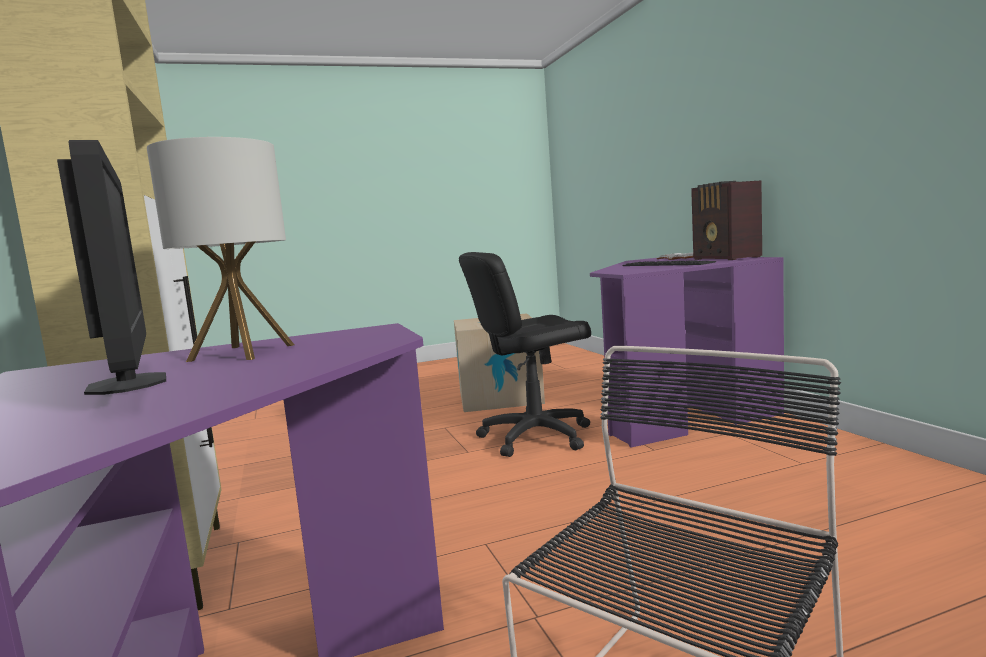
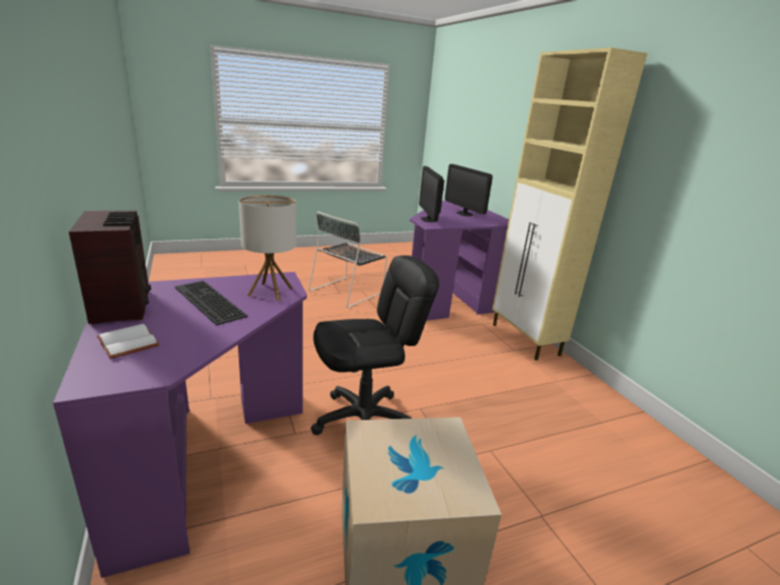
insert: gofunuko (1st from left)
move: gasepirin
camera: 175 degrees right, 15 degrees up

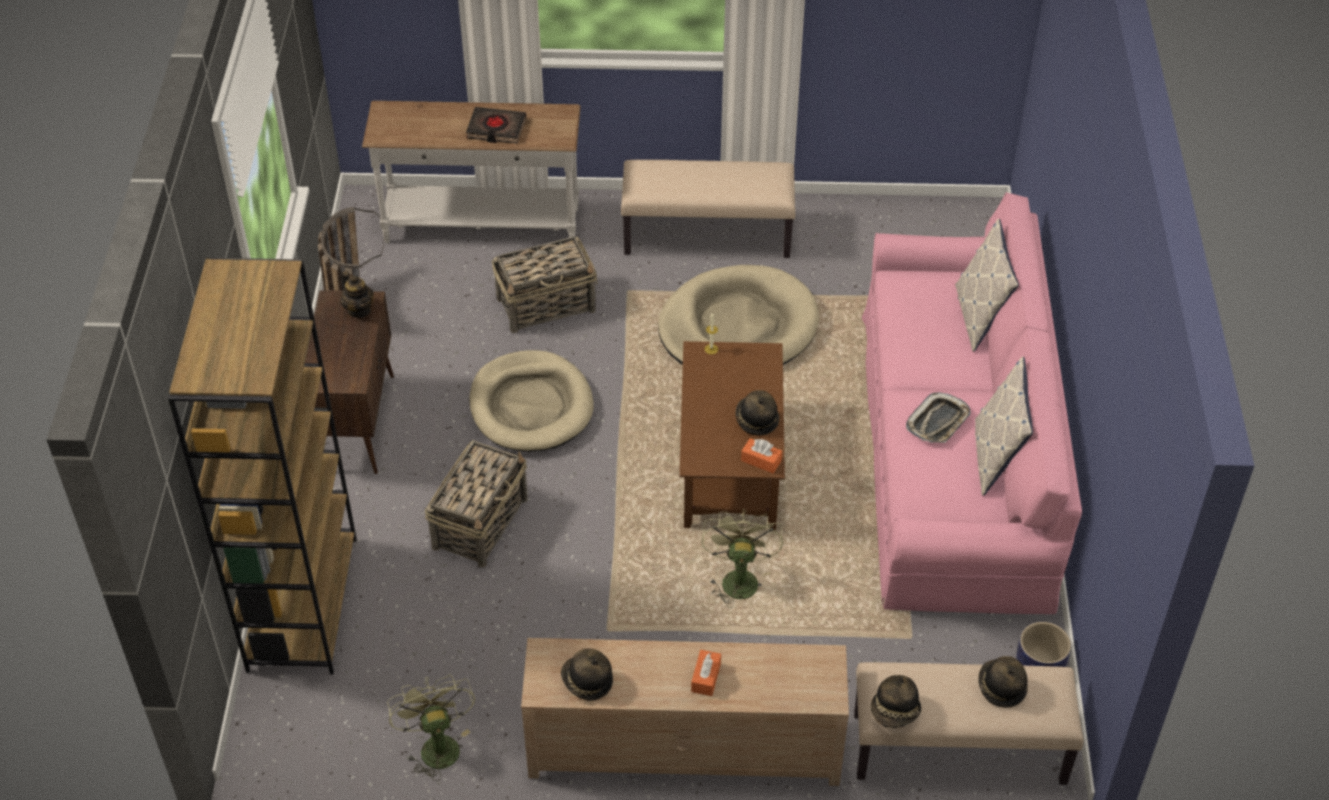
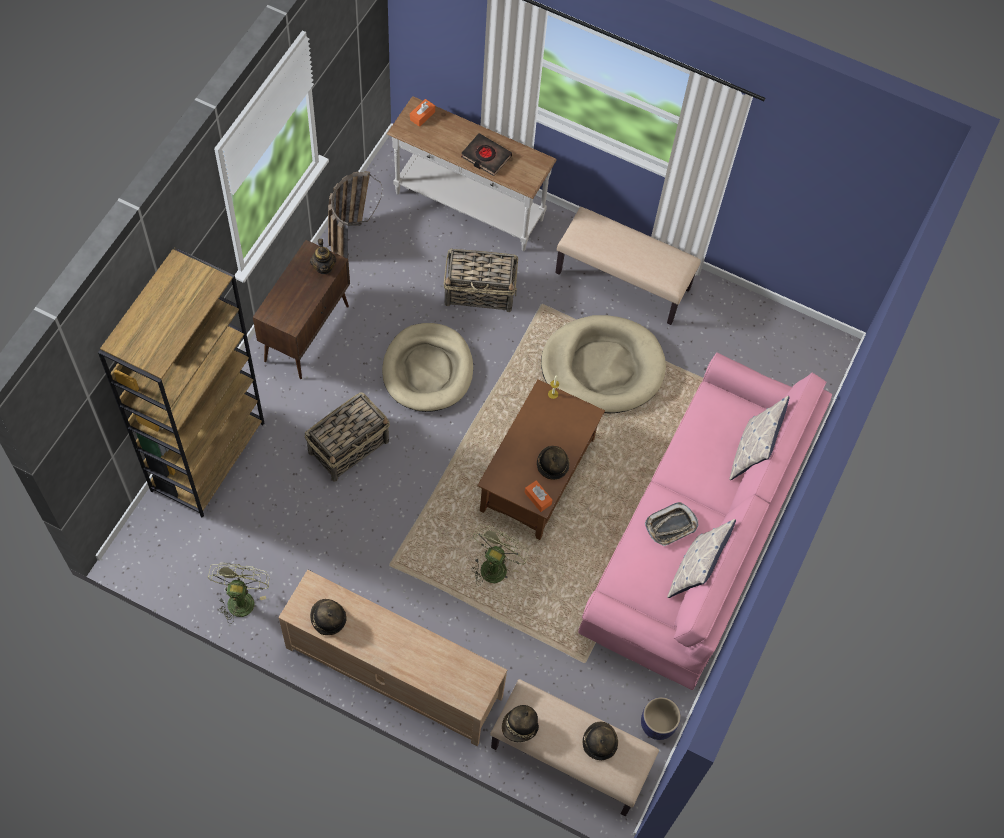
move: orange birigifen (1st from left)
camera: 20 degrees right, 15 degrees up

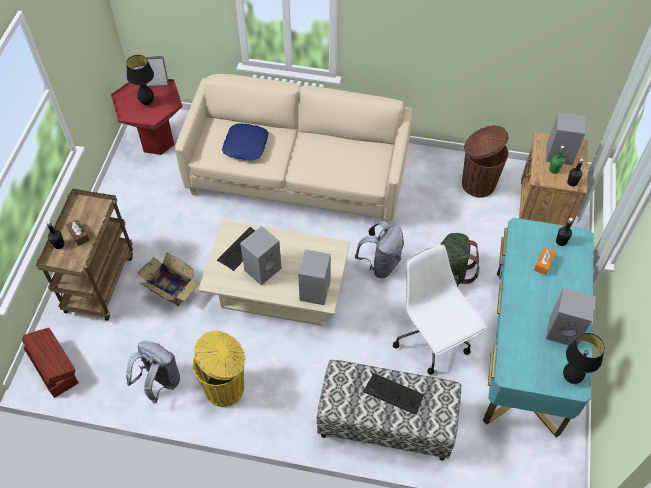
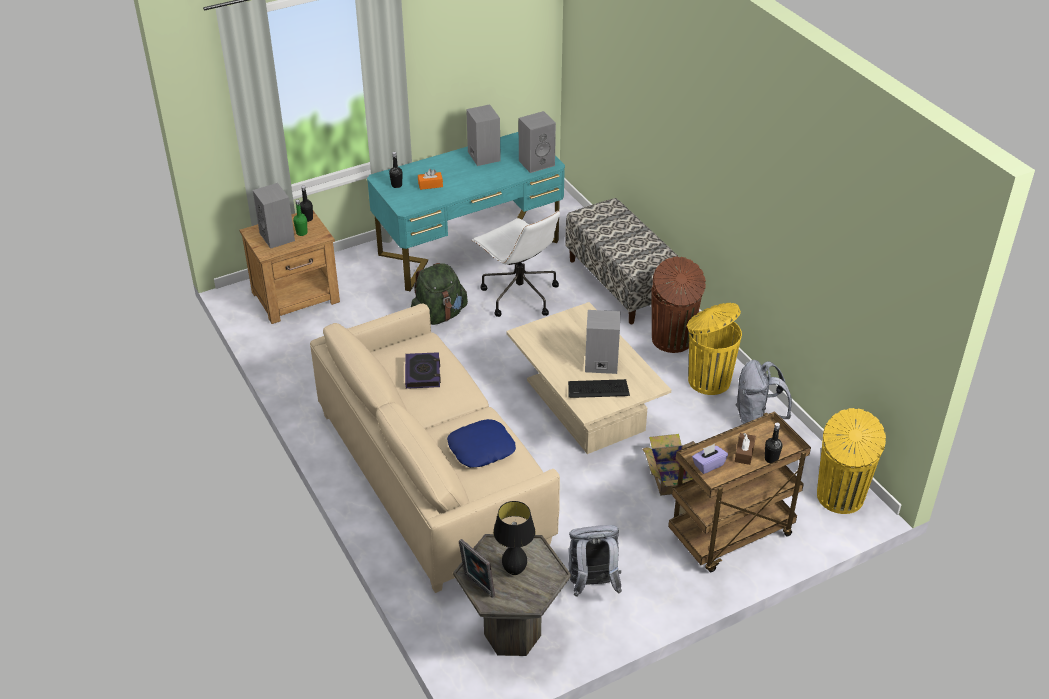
delete: black gasepirin (2nd from left); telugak (2nd from left)
insert: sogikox; purple birigifen
move: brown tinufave; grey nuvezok (2nd from left in the first image) to grey nuvezok (1st from left); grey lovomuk (2nd from left in the first image) to grey lovomuk (3rd from left)
replace: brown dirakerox to yellow tinufave (2nd from left)
recolor: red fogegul to grey fogegul
rotate: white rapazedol 60 degrees counterclockwise
camera: 130 degrees left, 15 degrees down

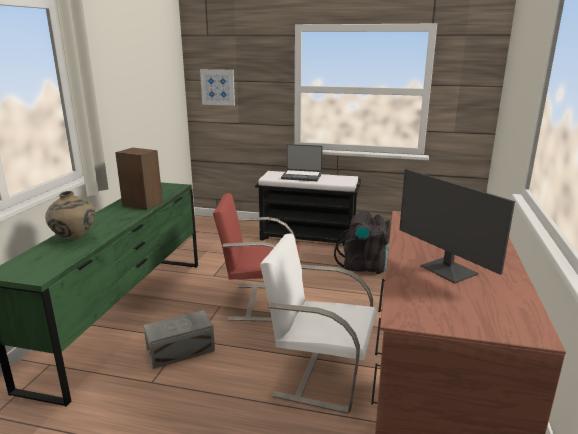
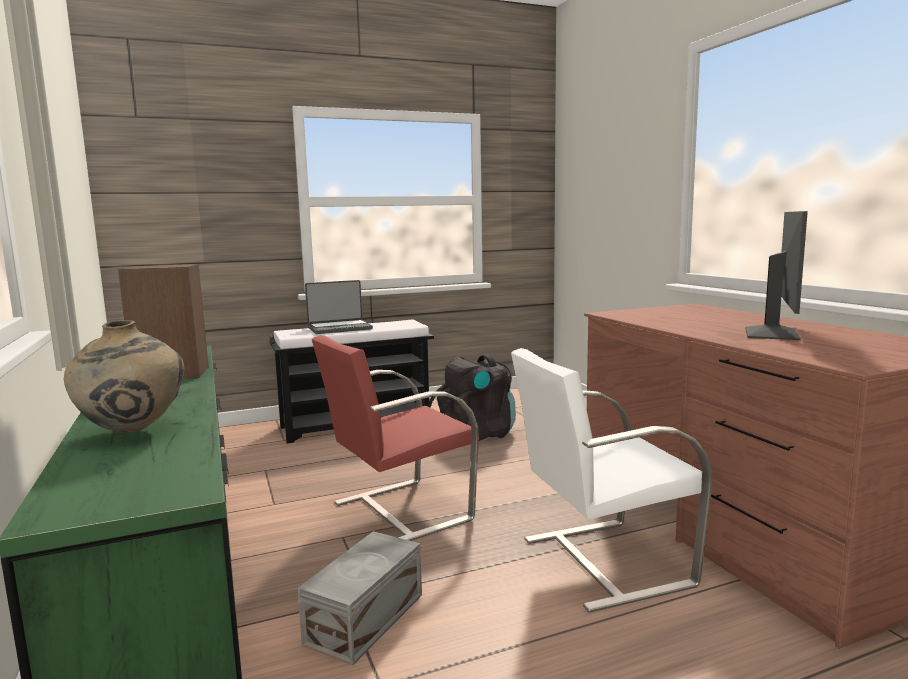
delete: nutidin
rotate: gofunuko 90 degrees counterclockwise
camera: 35 degrees left, 10 degrees down

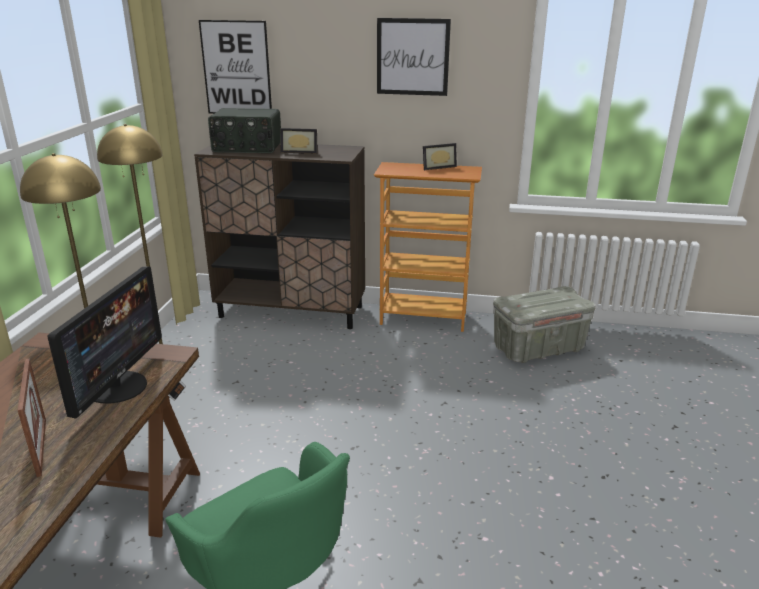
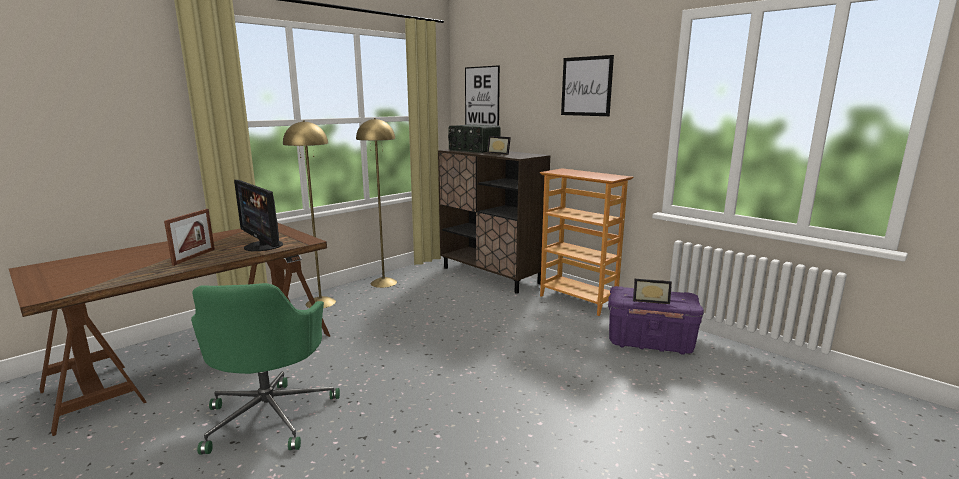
move: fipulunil (3rd from left)
recolor: grey dirakerox to purple dirakerox
rotate: gofunuko 90 degrees clockwise
camera: 35 degrees right, 10 degrees down

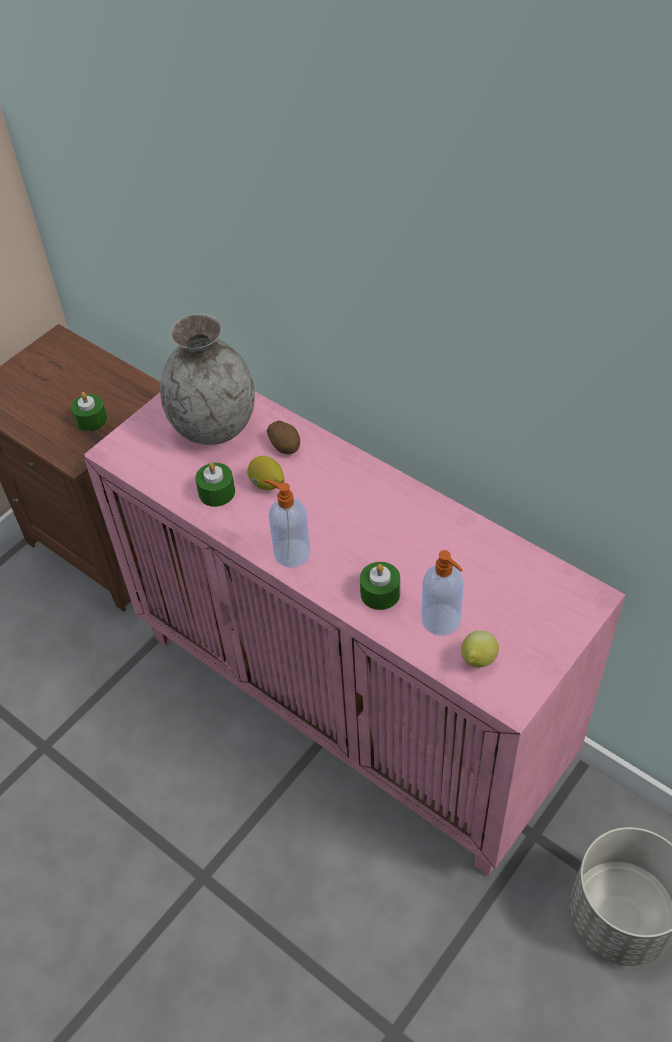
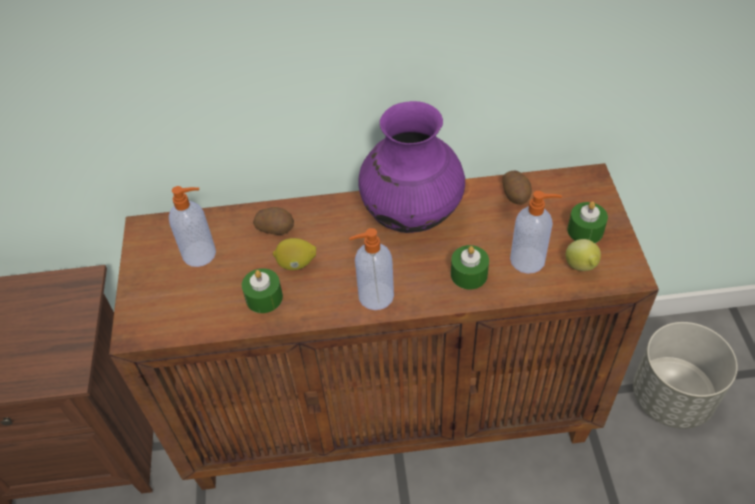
insert: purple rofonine; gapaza (2nd from left)
move: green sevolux (1st from left in the first image) to green sevolux (3rd from left)
replace: grey rofonine to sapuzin (1st from left)
recolor: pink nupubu to brown nupubu
camera: 45 degrees left, 0 degrees up

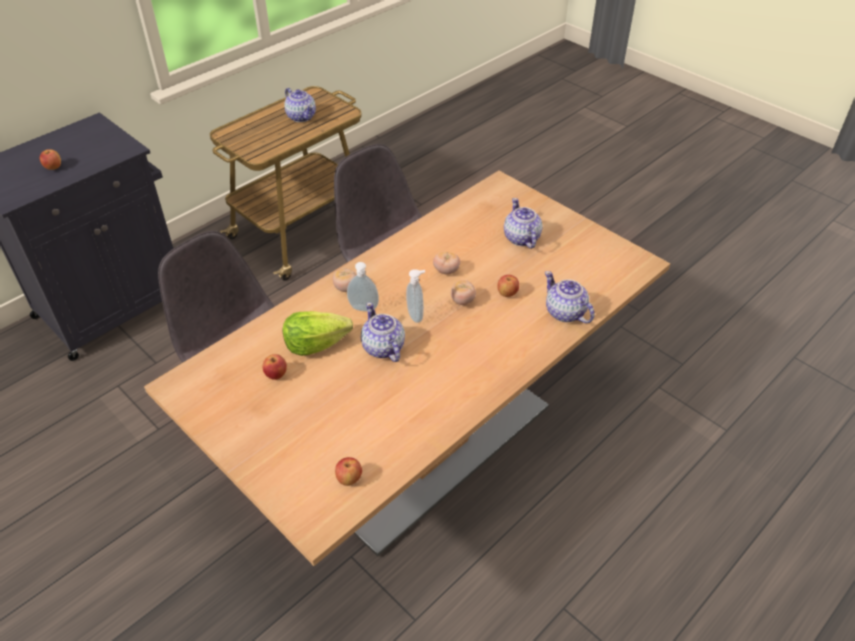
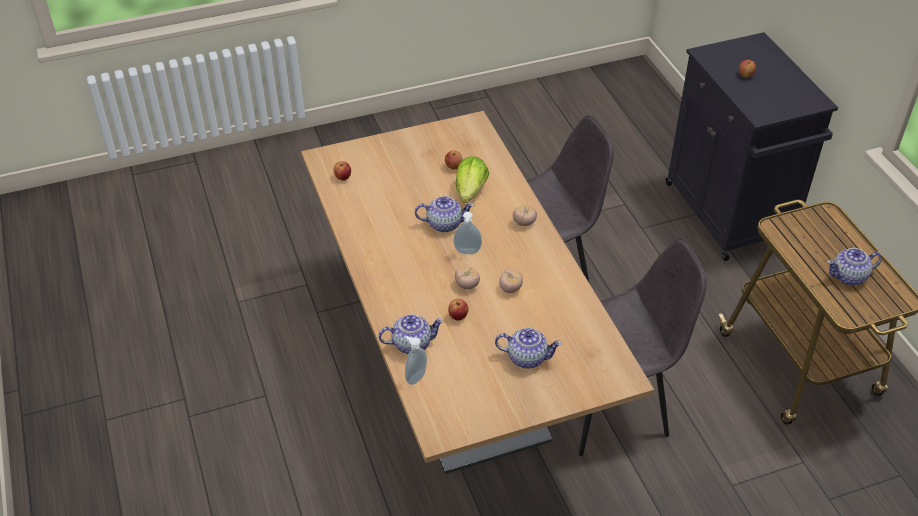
move: sapuzin (1st from left)
camera: 115 degrees right, 0 degrees up

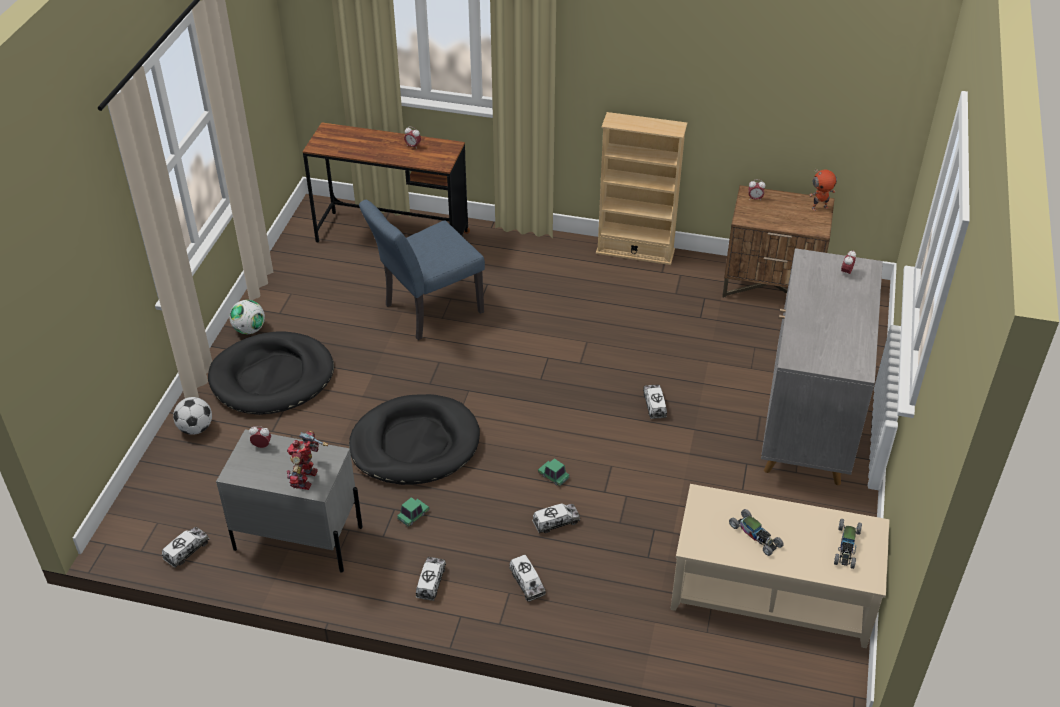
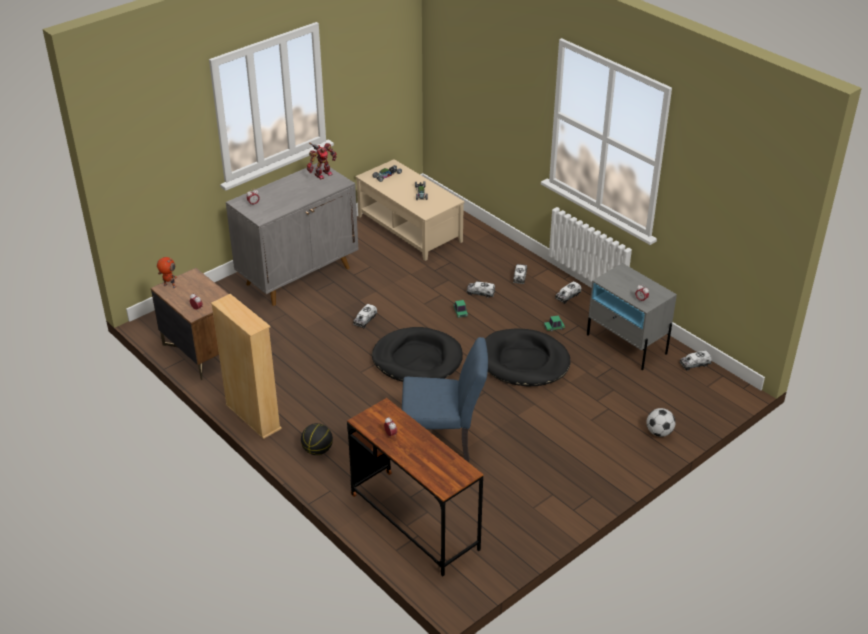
delete: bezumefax (2nd from left)
insert: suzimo
move: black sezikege (1st from left); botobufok (1st from left in the first image) to botobufok (2nd from left)
camera: 145 degrees left, 5 degrees down

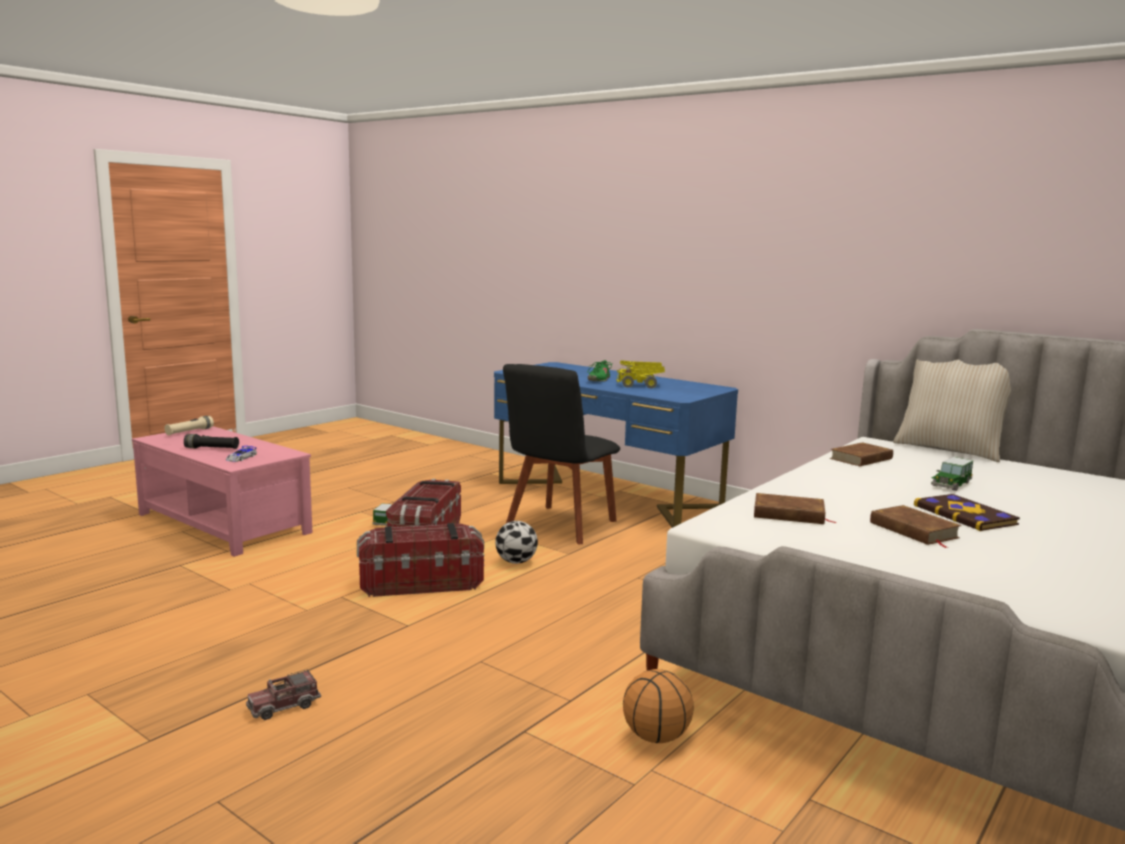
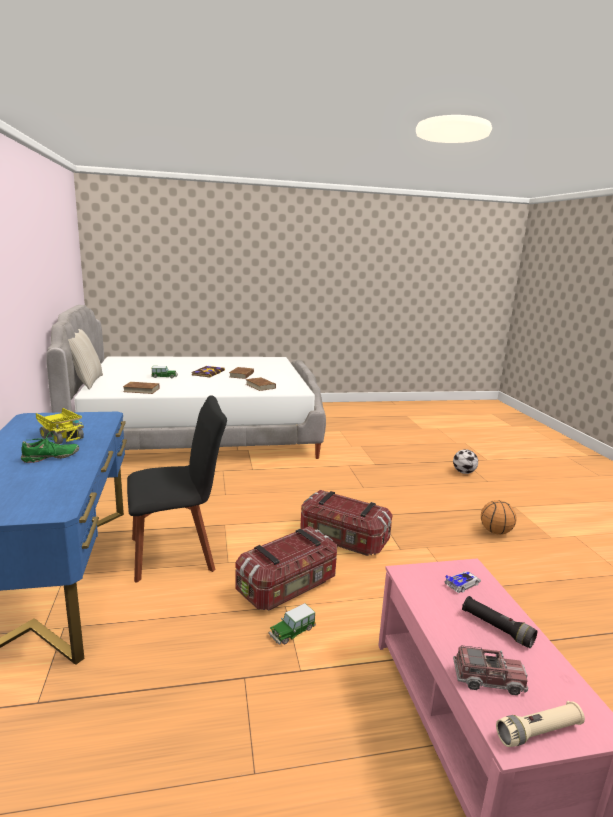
move: bezumefax; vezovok (1st from left in the first image) to vezovok (2nd from left); suzimo
camera: 140 degrees left, 5 degrees up

